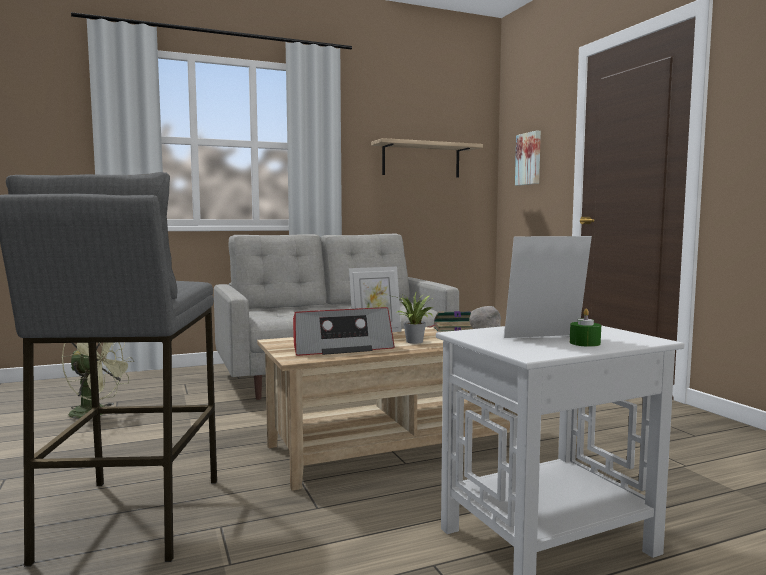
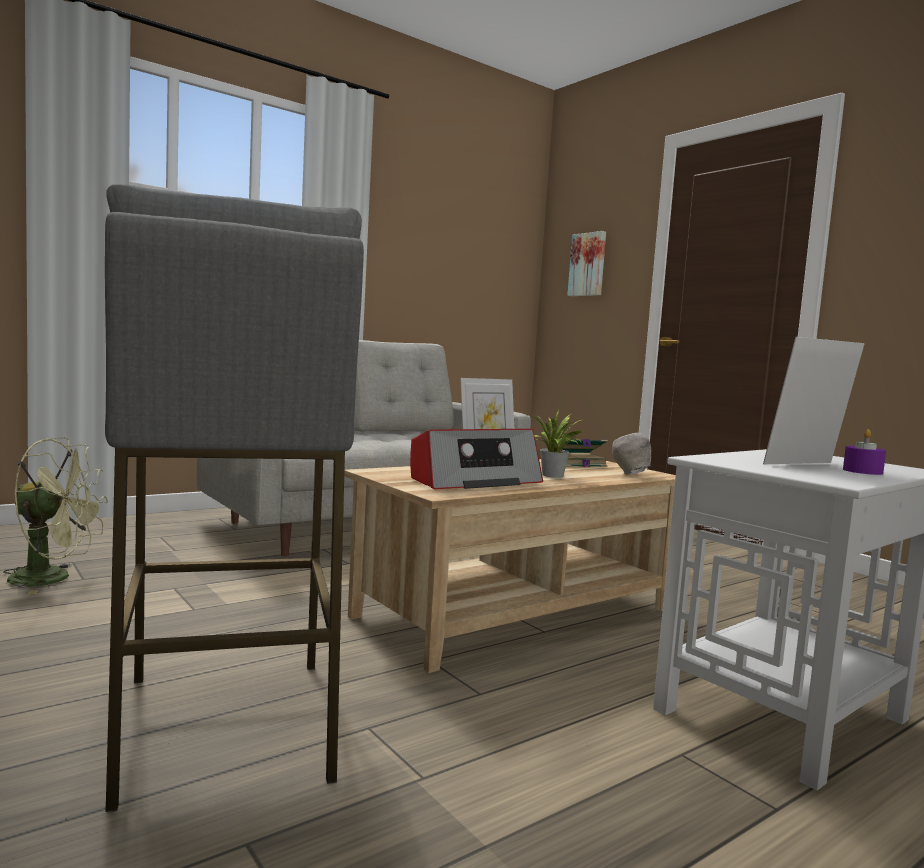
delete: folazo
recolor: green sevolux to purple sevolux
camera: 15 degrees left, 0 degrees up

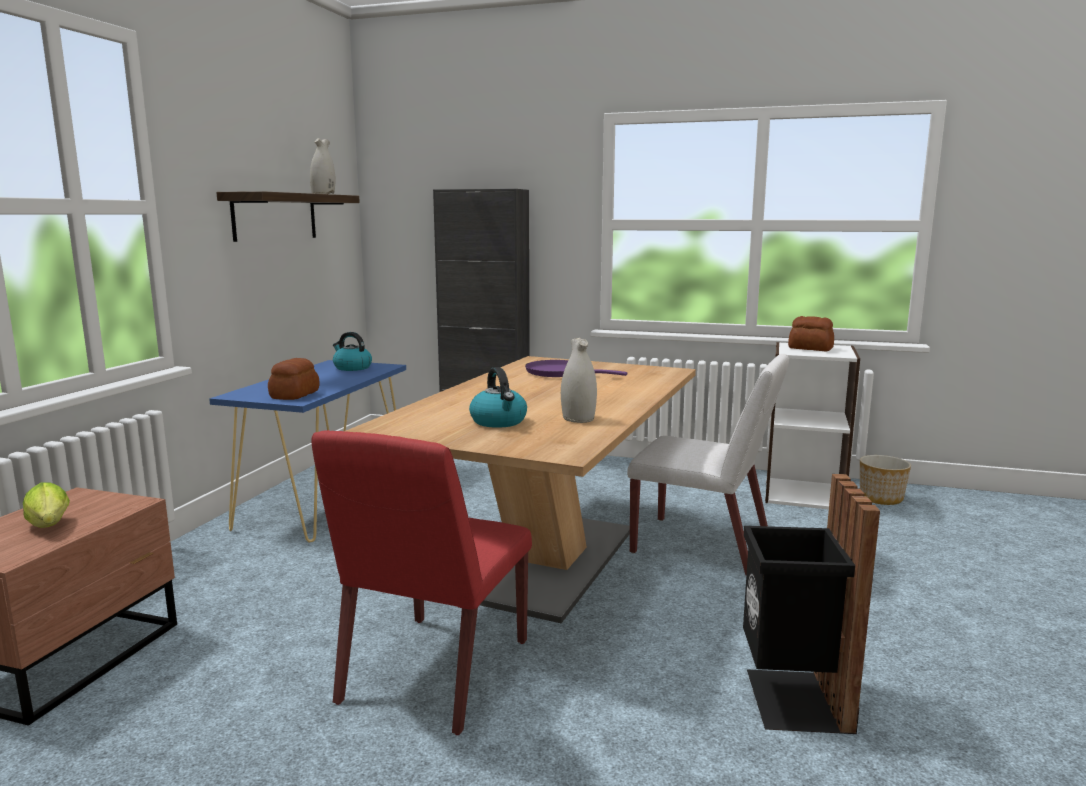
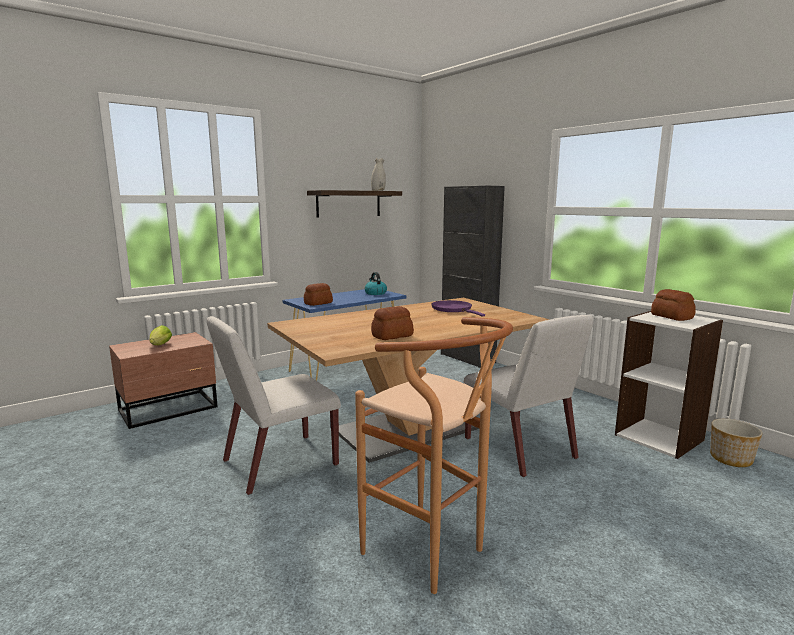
delete: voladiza (2nd from left)
replace: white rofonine (2nd from left) to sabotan (2nd from left); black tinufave to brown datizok
recolor: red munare to white munare (1st from left)
camera: 35 degrees right, 0 degrees up

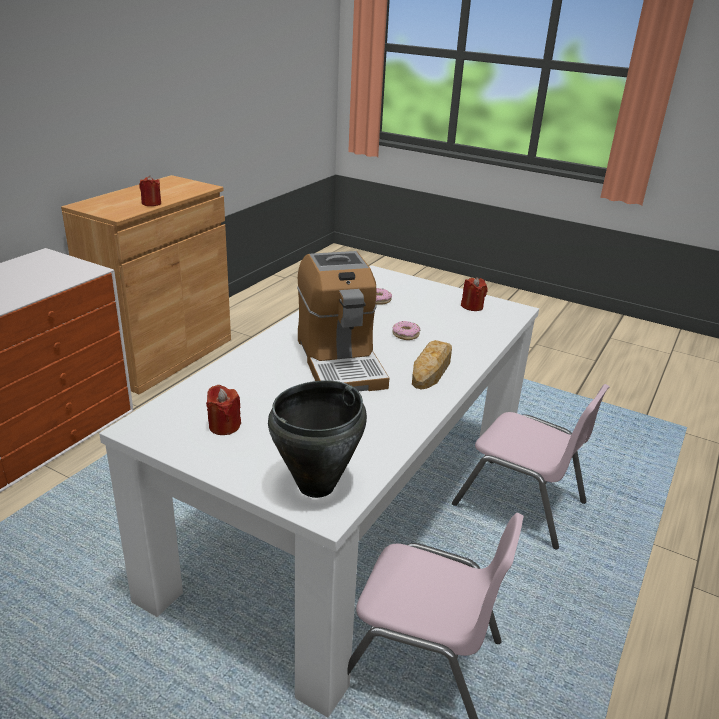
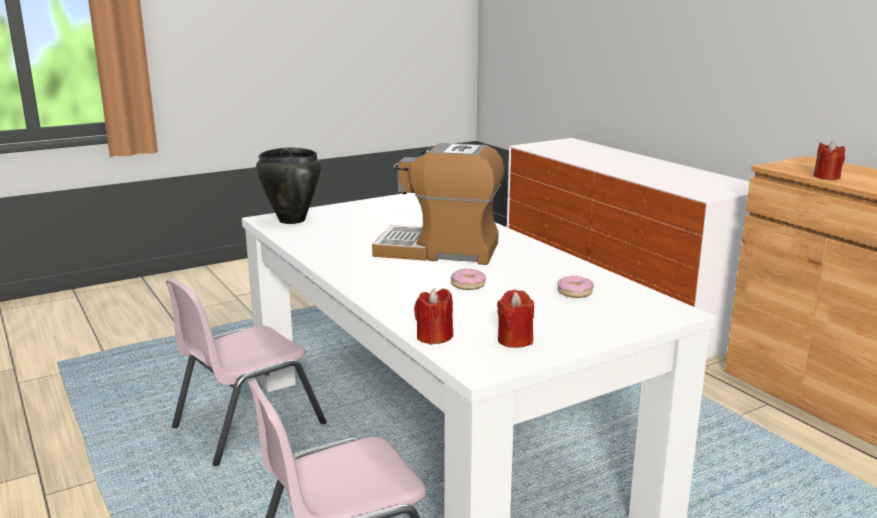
delete: sabotan
move: red sevolux (2nd from left in the first image) to red sevolux (1st from left)
camera: 120 degrees right, 10 degrees down

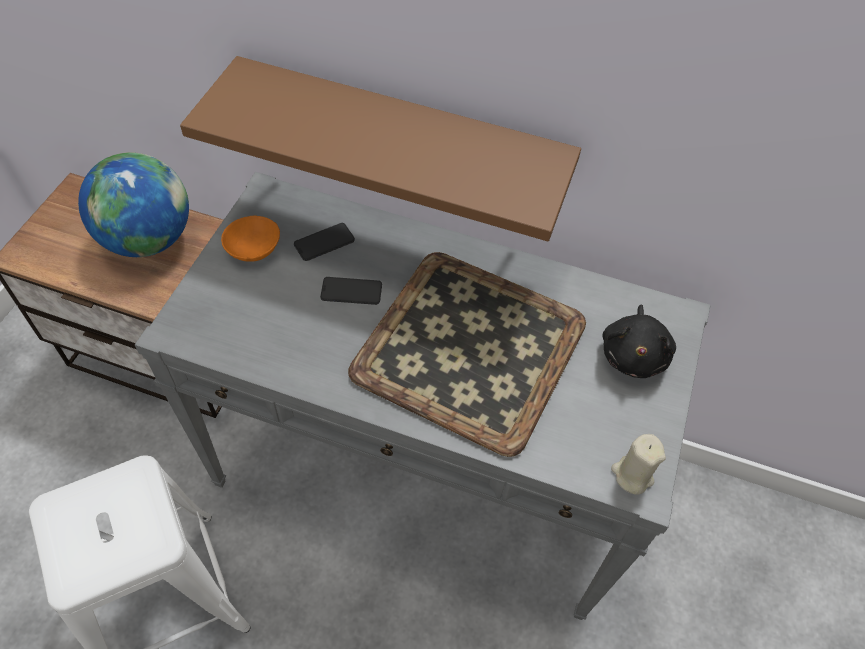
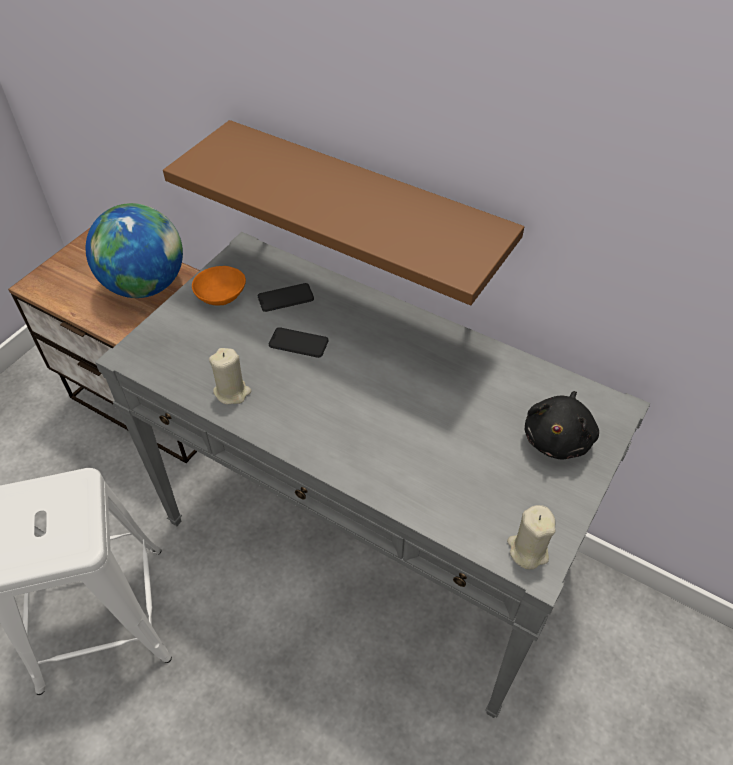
delete: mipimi
insert: beige sevolux (1st from left)
camera: 15 degrees right, 5 degrees down

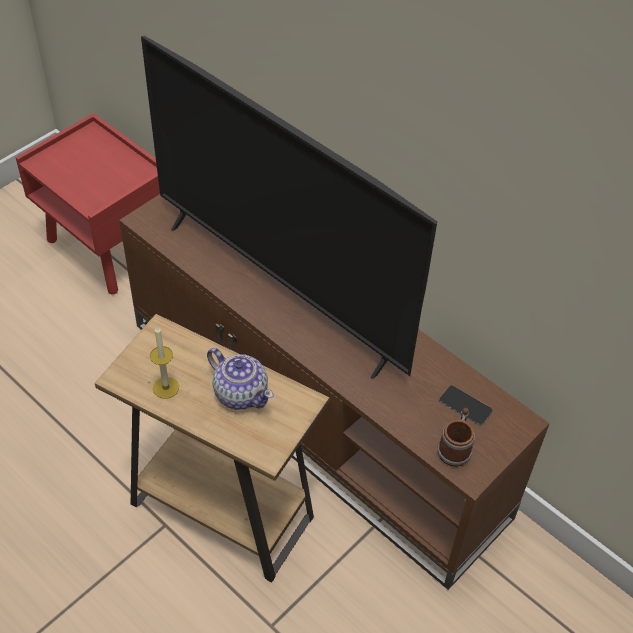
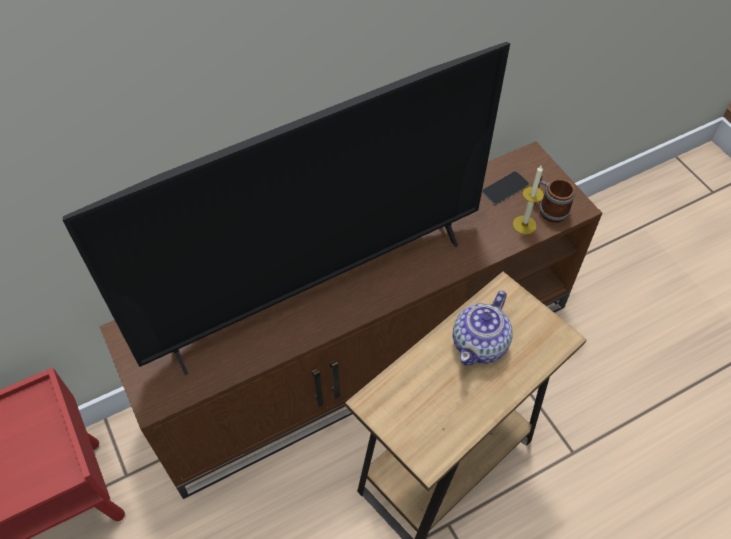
move: sevolux
rotate: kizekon 150 degrees clockwise
camera: 70 degrees left, 5 degrees up

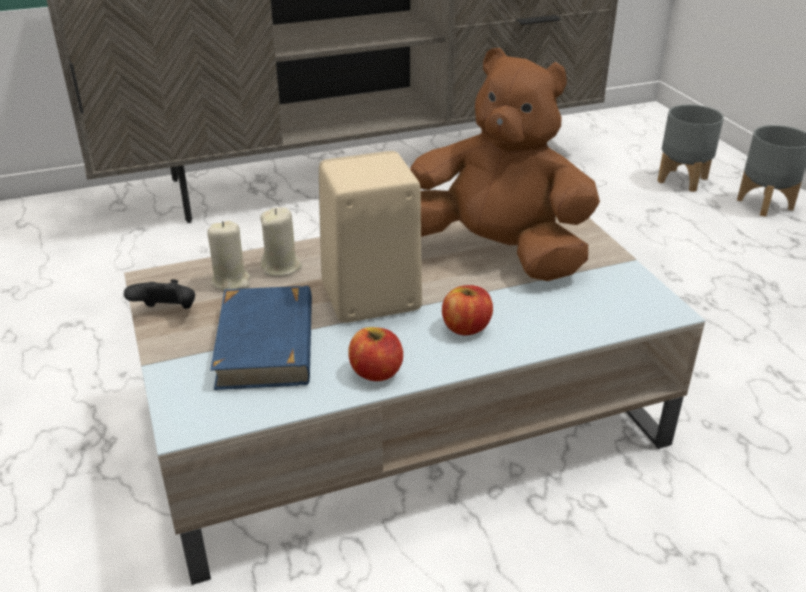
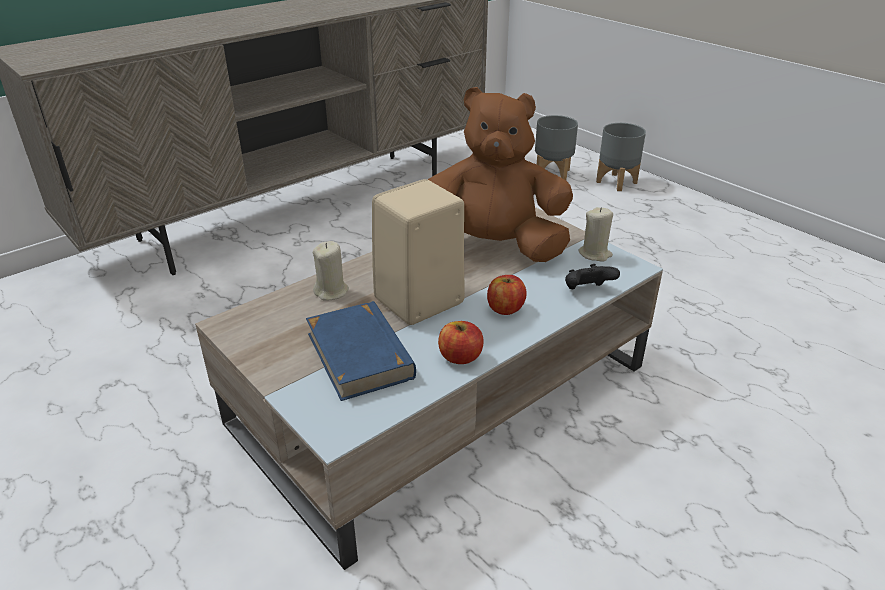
move: beige sevolux (1st from left in the first image) to beige sevolux (2nd from left); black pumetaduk
camera: 20 degrees left, 0 degrees up

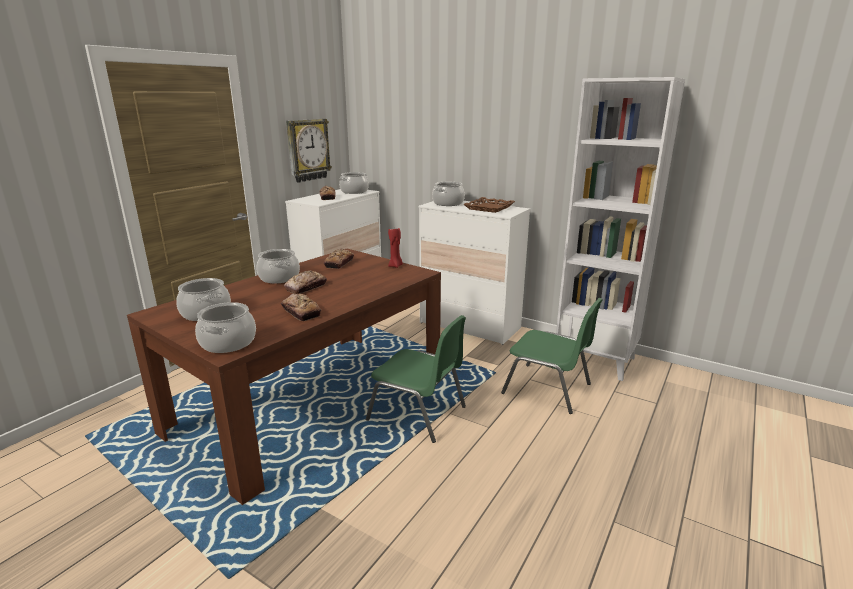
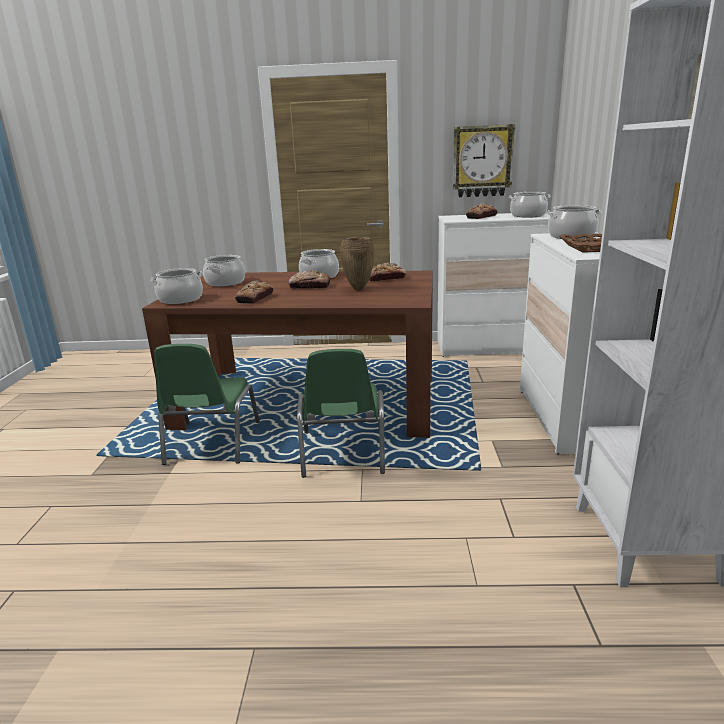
delete: red sevolux
insert: brown rofonine
move: green munare (2nd from left in the first image) to green munare (1st from left)
camera: 60 degrees right, 0 degrees up

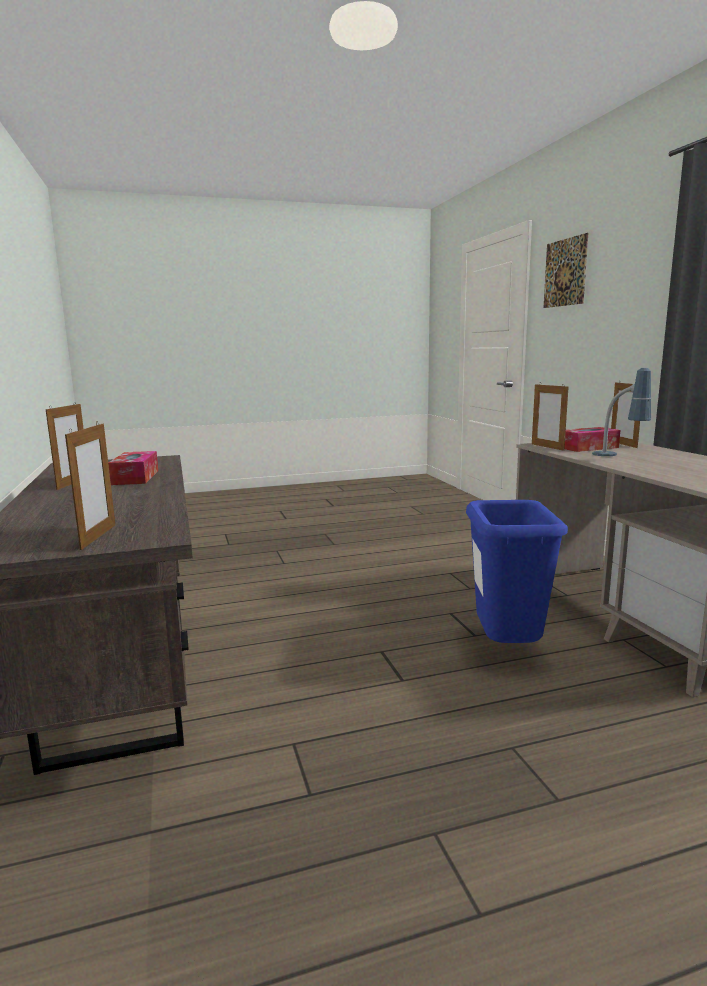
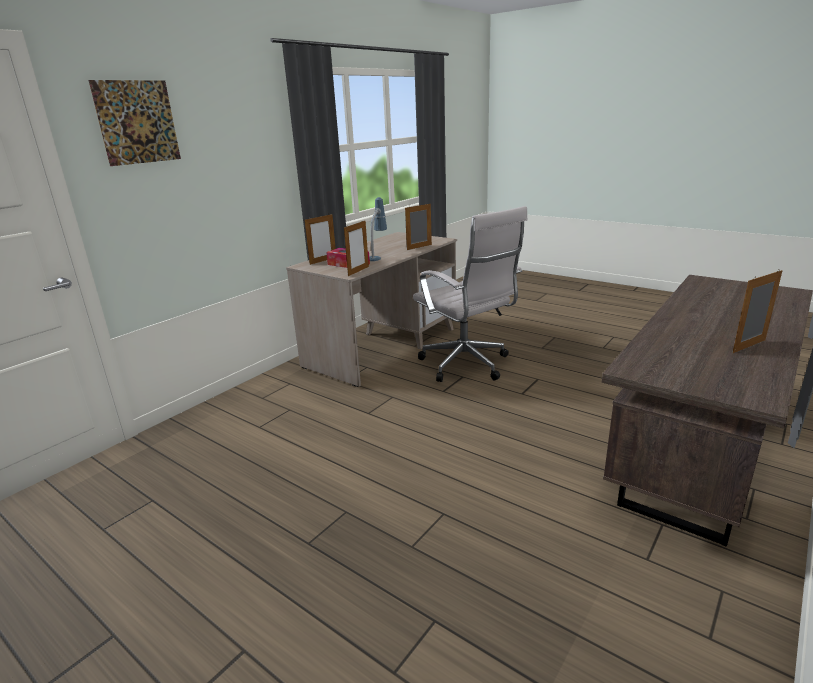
delete: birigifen (1st from left)
move: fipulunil (2nd from left in the first image) to fipulunil (3rd from left)
replace: blue tinufave to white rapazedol
camera: 125 degrees left, 10 degrees up

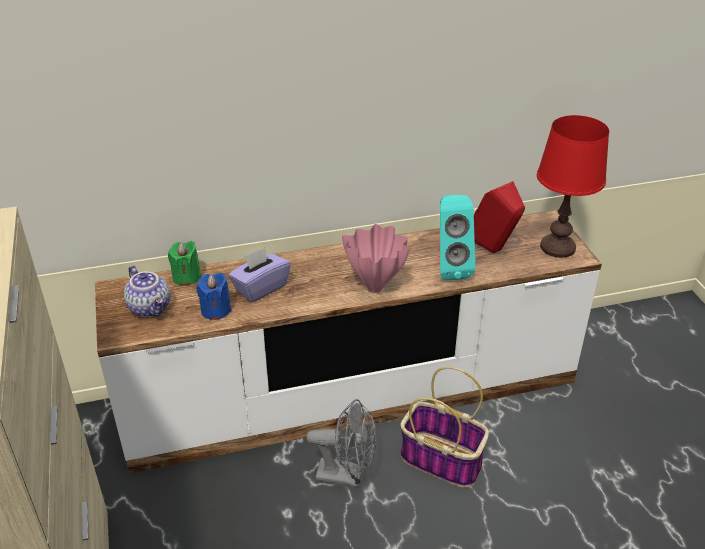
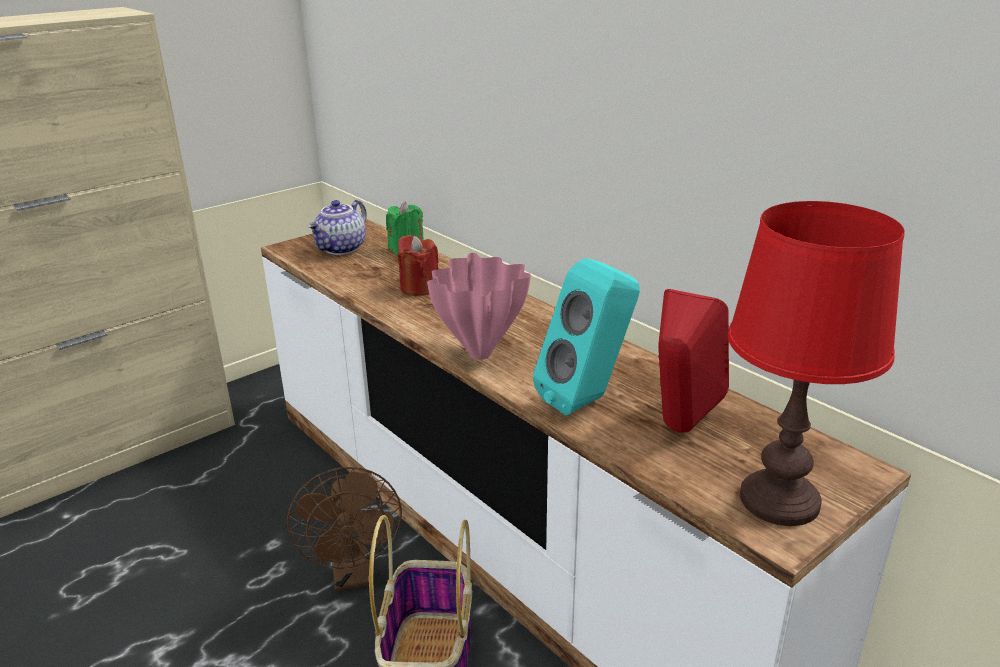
delete: blue sevolux
replace: purple birigifen to red sevolux
recolor: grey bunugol to brown bunugol
camera: 65 degrees right, 10 degrees down

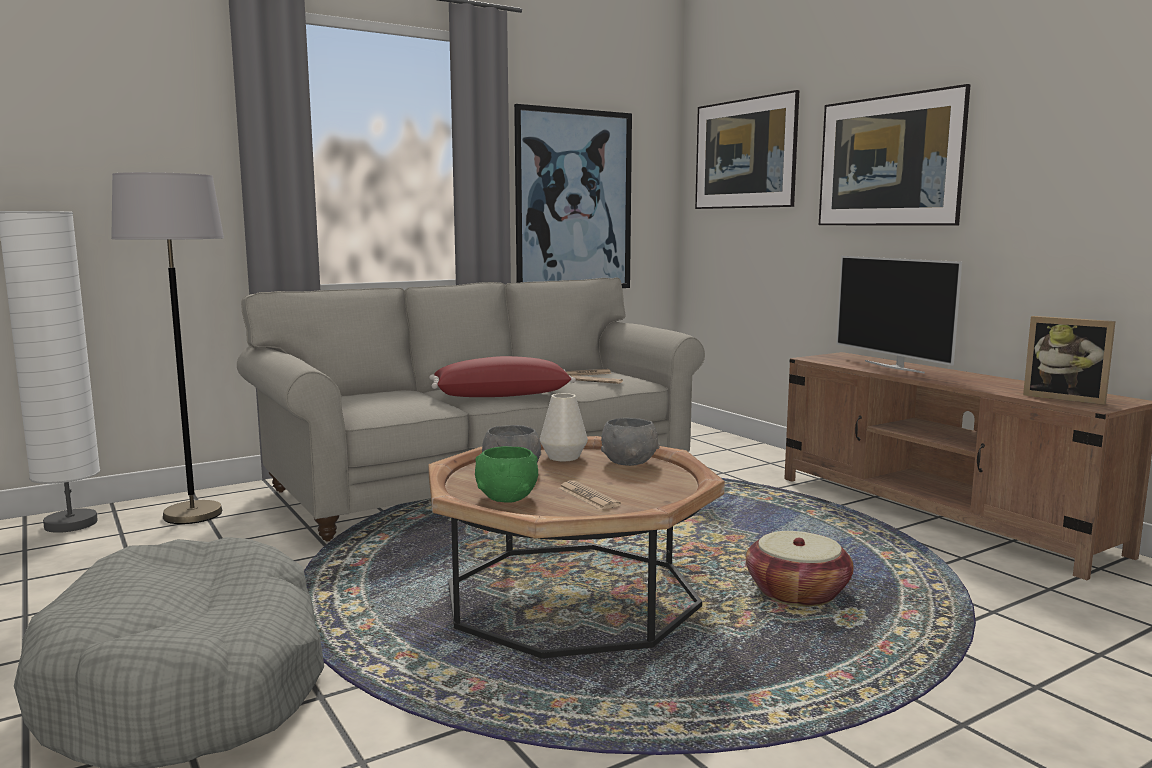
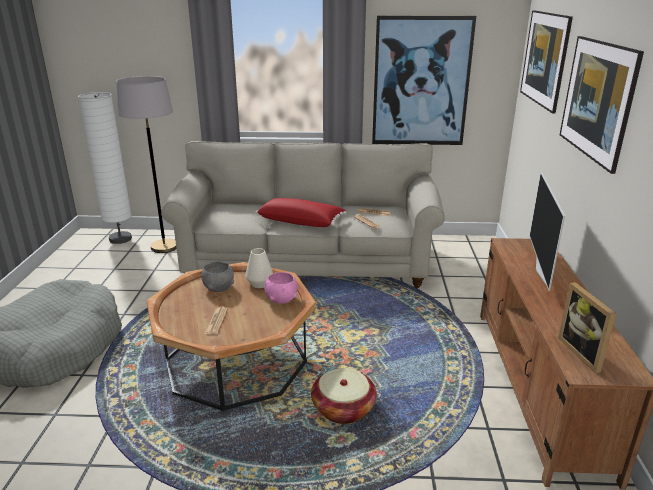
delete: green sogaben
recolor: grey sogaben (2nd from left) to pink sogaben
camera: 35 degrees right, 15 degrees up

